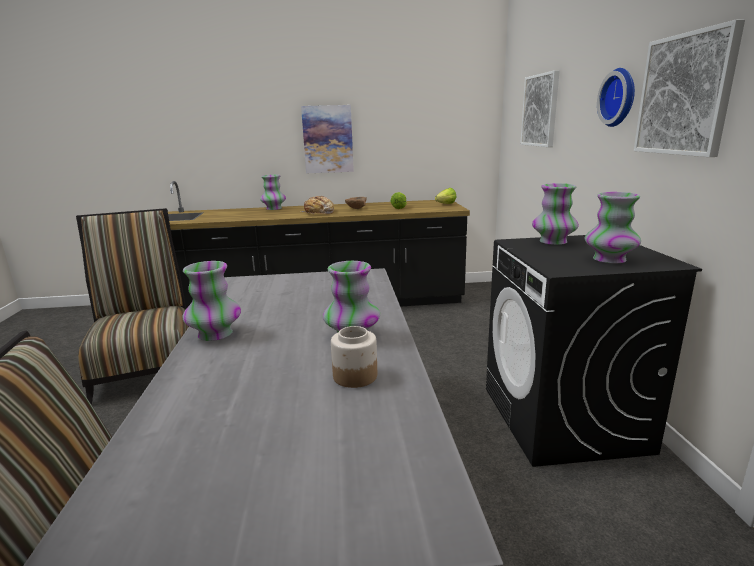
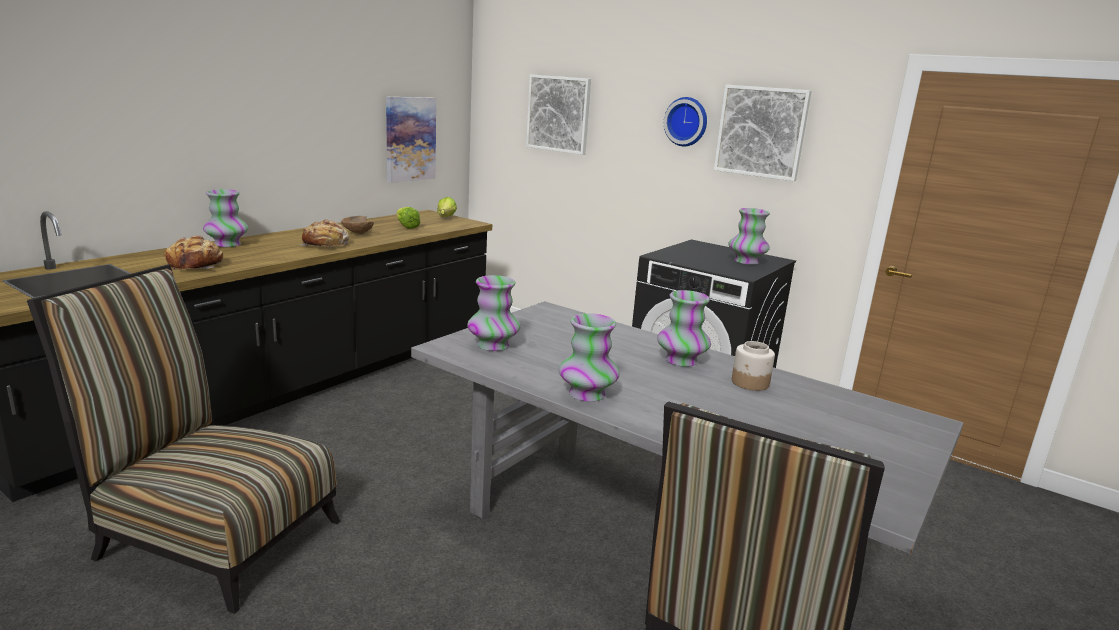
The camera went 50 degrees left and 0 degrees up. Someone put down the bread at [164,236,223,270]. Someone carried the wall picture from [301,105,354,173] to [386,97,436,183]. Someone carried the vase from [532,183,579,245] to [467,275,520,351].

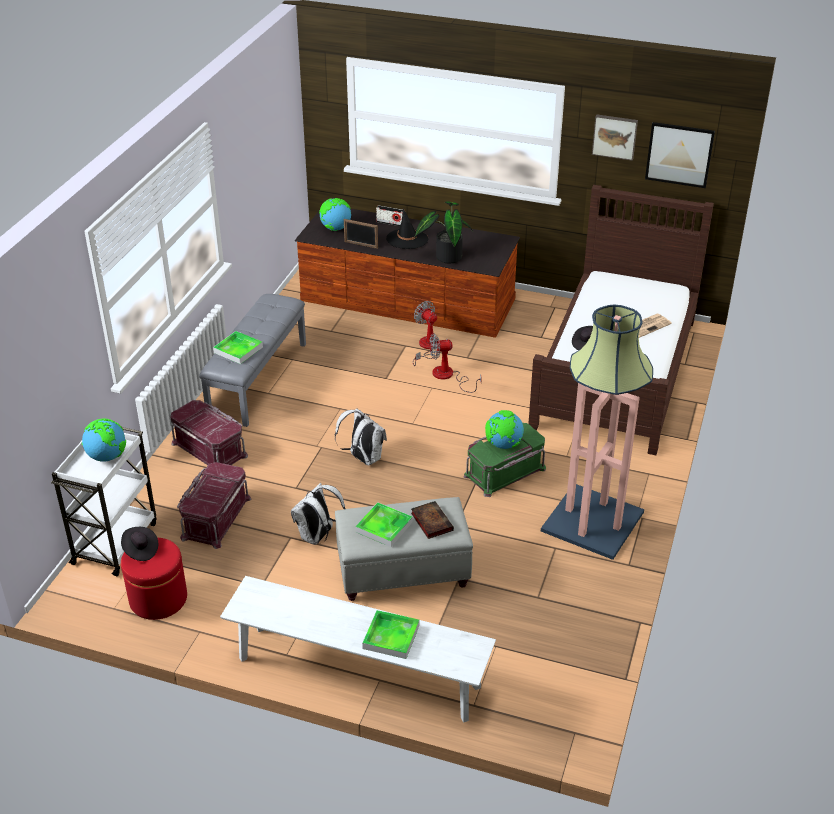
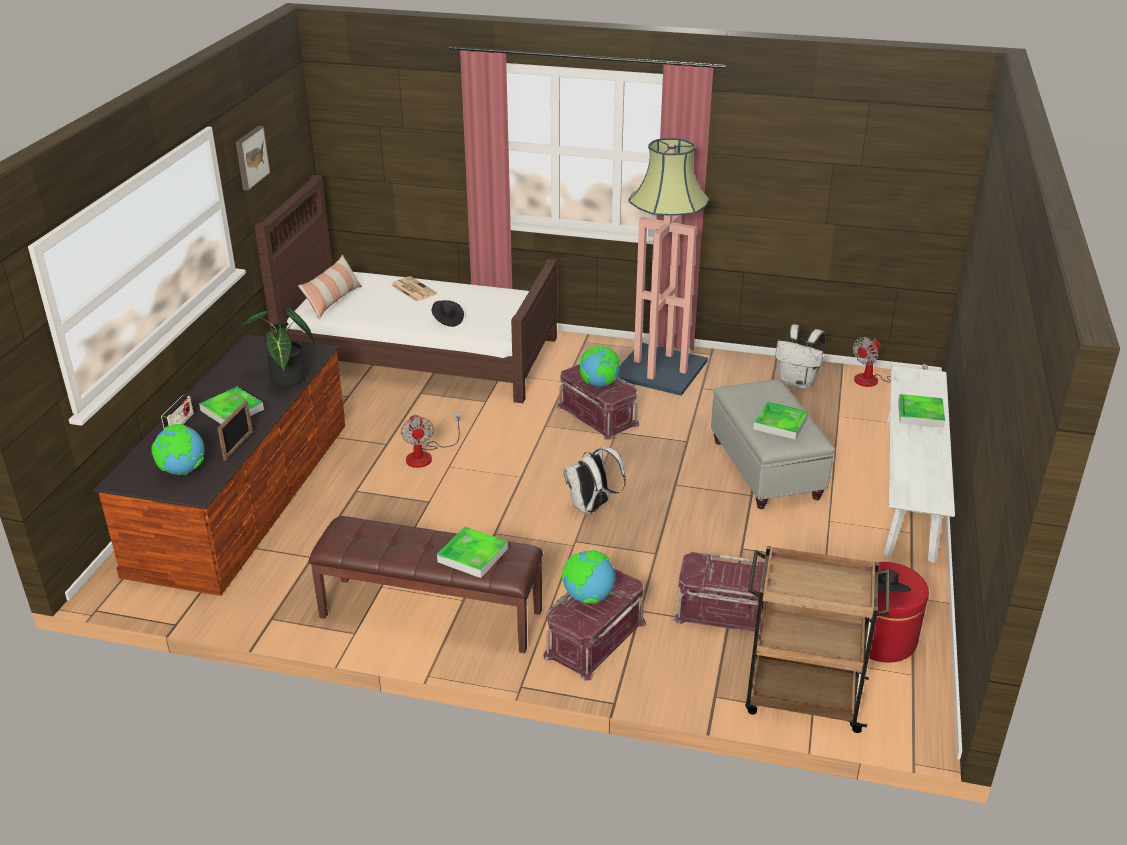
The camera went 95 degrees left and 5 degrees down. Someone took away the bound book at [411,501,454,539]. Someone took away the wall picture at [645,122,715,188]. Someone put down the pillow at [298,254,362,319]. Someone carried the desk globe from [82,419,126,462] to [562,550,615,604]. Someone carried the whitish knapsack from [291,483,346,545] to [775,324,826,389]. Someone carried the cooling fan from [413,301,437,366] to [853,337,928,387]. Someone swapped the blackish wearable hat at [386,208,428,249] for the carrying tray at [199,387,264,424]. Someone repainted the whitish cart at [51,427,157,576], which became the brownish cart at [745,545,890,733]. Someone repainted the gray bench at [199,294,306,427], which became the brownish bench at [309,516,543,653]. Someone repainted the green storage container at [464,423,546,497], which became the red-coloured storage container at [557,364,639,440].

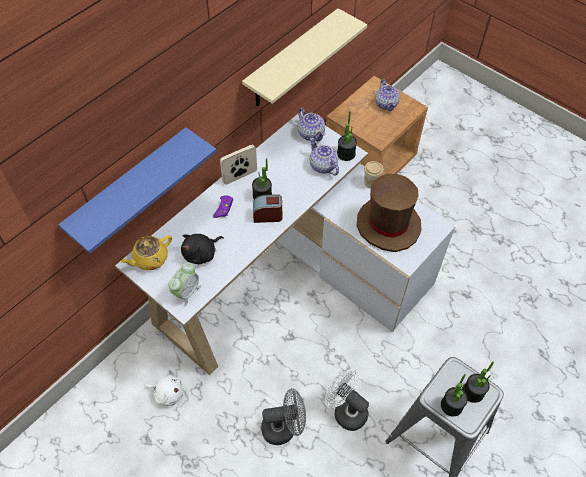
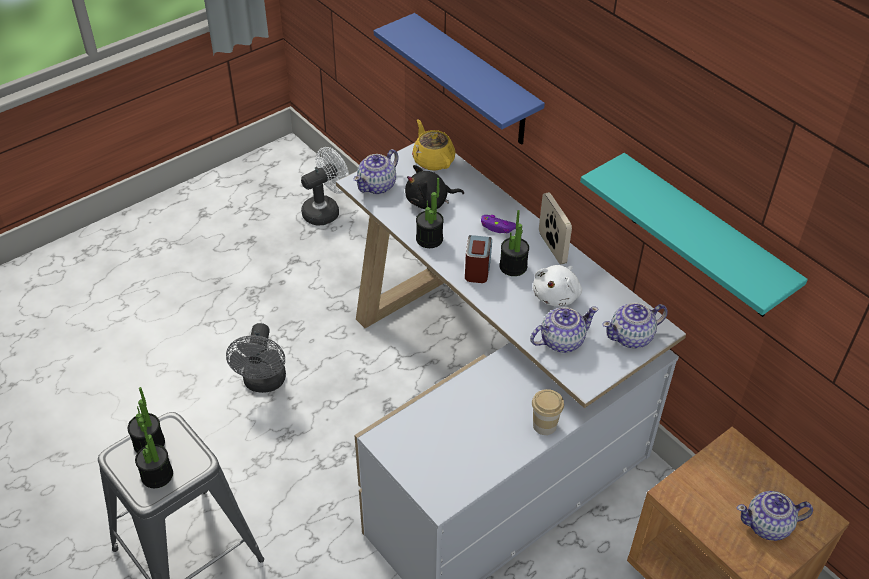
The camera went 100 degrees right and 10 degrees down. Someone took away the brownish wearable hat at [357,174,421,252]. Someone carried the whitish cuddly toy from [144,375,183,406] to [533,265,582,307]. Someone carried the whitish cooling fan from [325,369,369,431] to [301,147,349,225]. Someone carried the houseplant from [337,111,357,161] to [416,178,444,248]. Someone swapped the table clock at [168,263,201,307] for the pot for tea at [353,149,399,194]. Someone repainted the beige-coloured shelf at [242,8,367,106], which became the blue-green shelf at [580,153,808,317]. Someone rotated the blackish cuddly toy at [181,234,224,264] by 75 degrees counterclockwise.

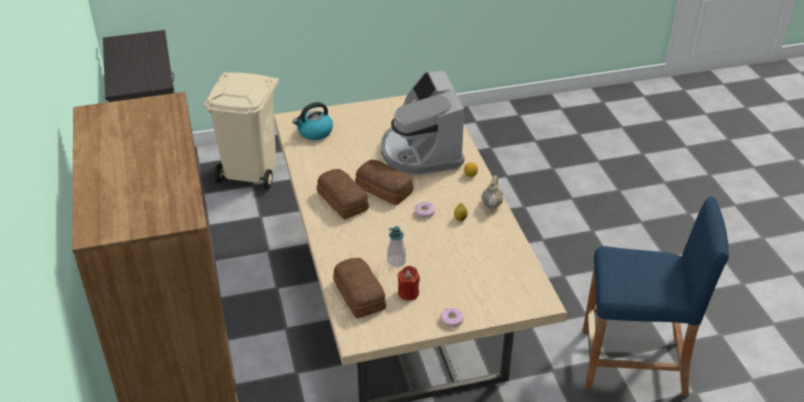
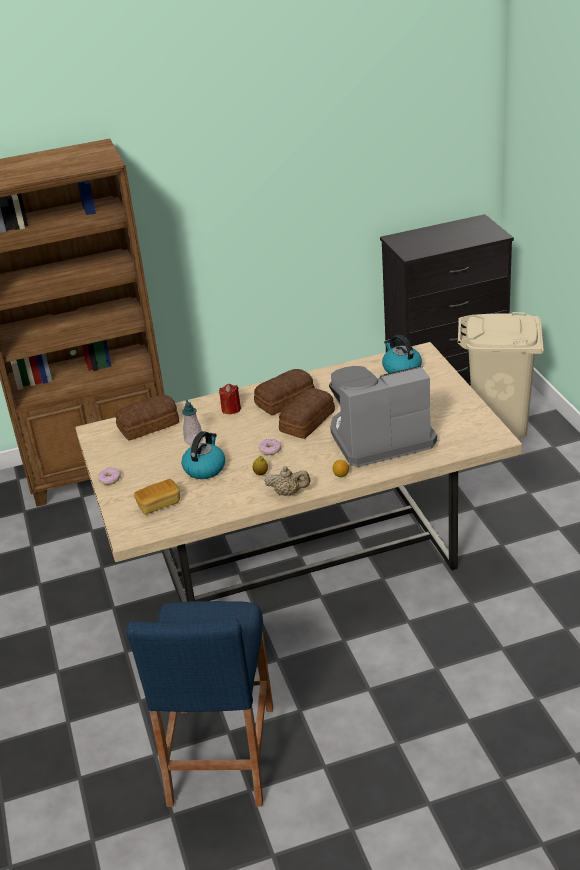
The camera went 90 degrees right and 5 degrees down. Someone put down the bread at [134,479,180,515]. Someone put down the kettle at [181,431,225,479]. Someone carried the red-coloured candle from [397,266,420,301] to [219,384,241,414].

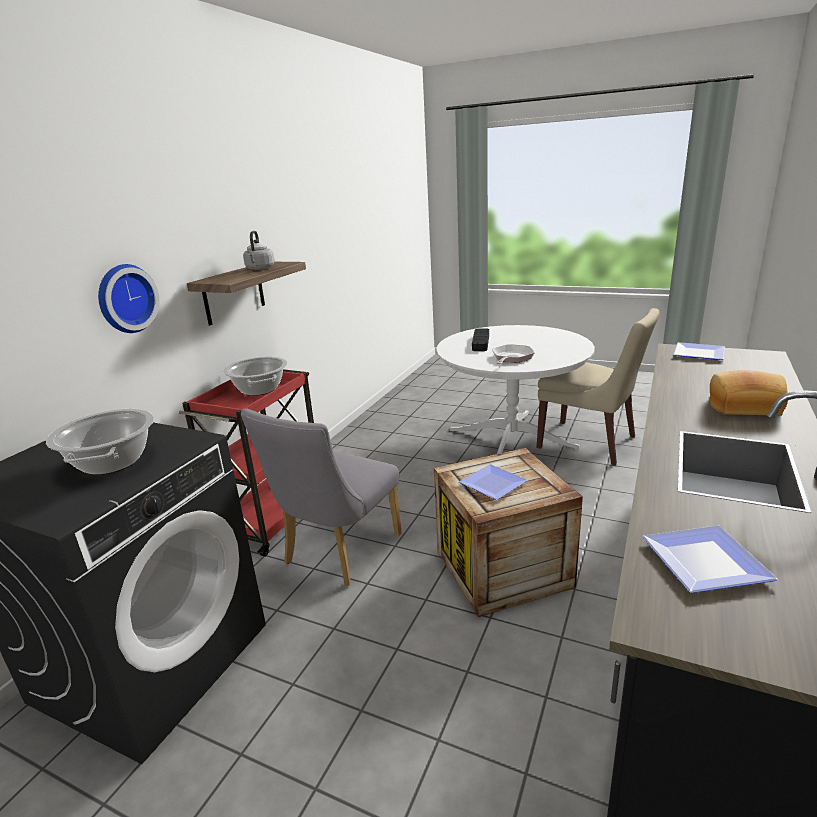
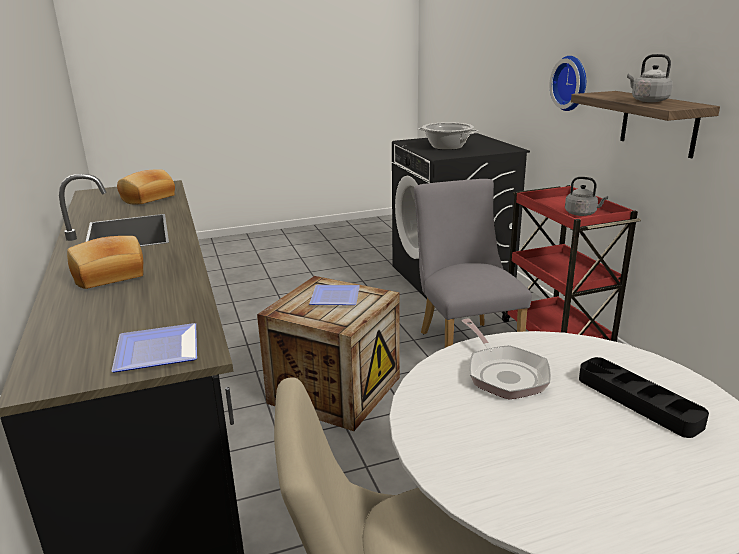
The camera went 135 degrees right and 0 degrees up. Someone swapped the cooking pot at [223,356,287,396] for the gray kettle at [565,177,608,216]. Someone swapped the plate at [642,525,778,593] for the bread at [117,170,175,204].

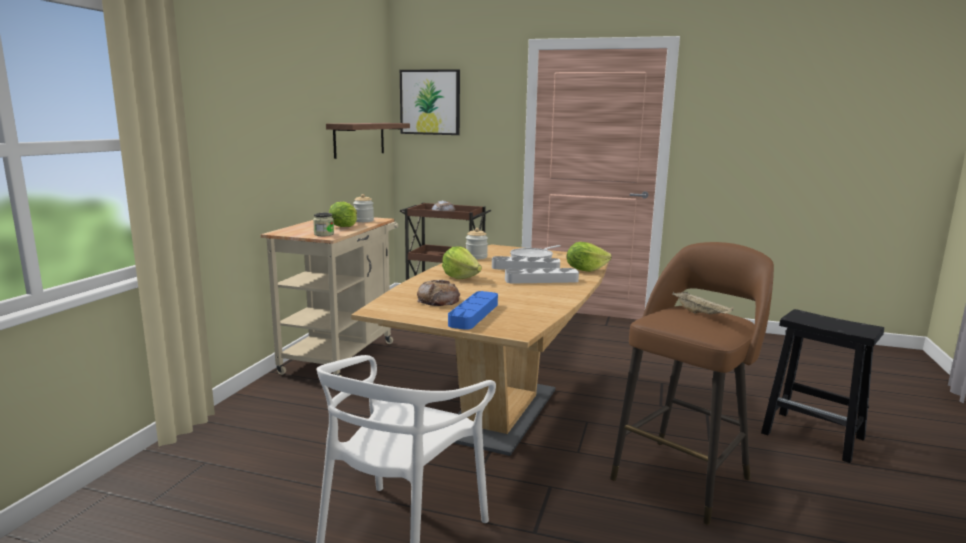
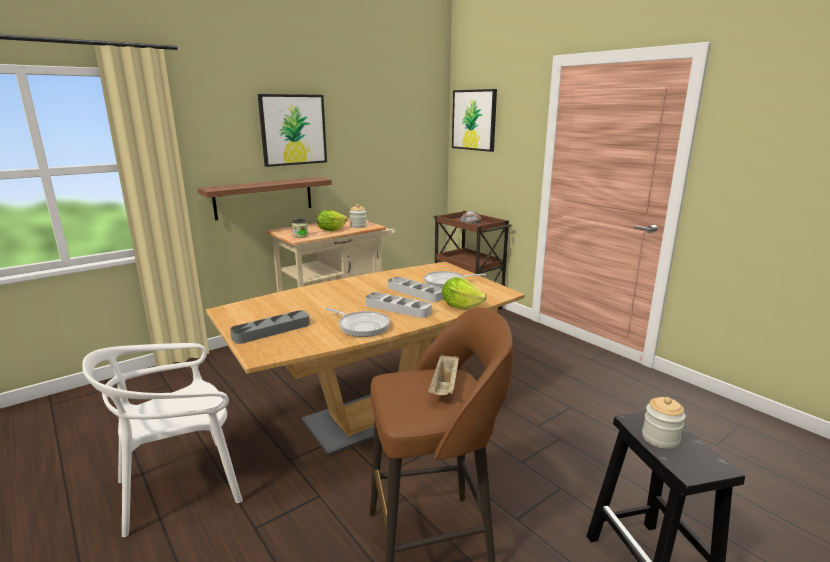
The camera went 35 degrees right and 5 degrees up. Someone took away the bread at [417,280,460,306]. Someone took away the lettuce head at [442,247,482,279]. Someone put up the wall picture at [258,94,327,167]. Someone put down the skillet at [325,307,390,337]. Someone carried the shelf from [326,123,410,159] to [198,177,332,220]. Someone carried the jar from [466,228,488,259] to [642,397,686,449]. Someone repainted the blue carrying tray at [448,291,498,330], which became the gray carrying tray at [230,310,310,344].

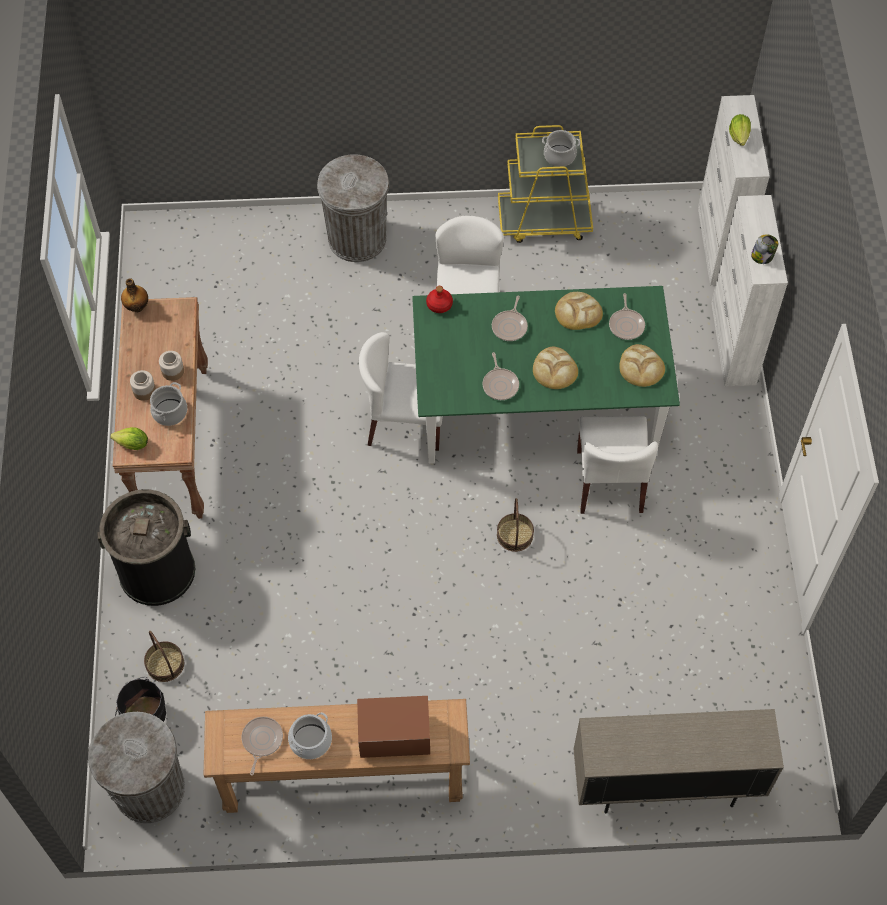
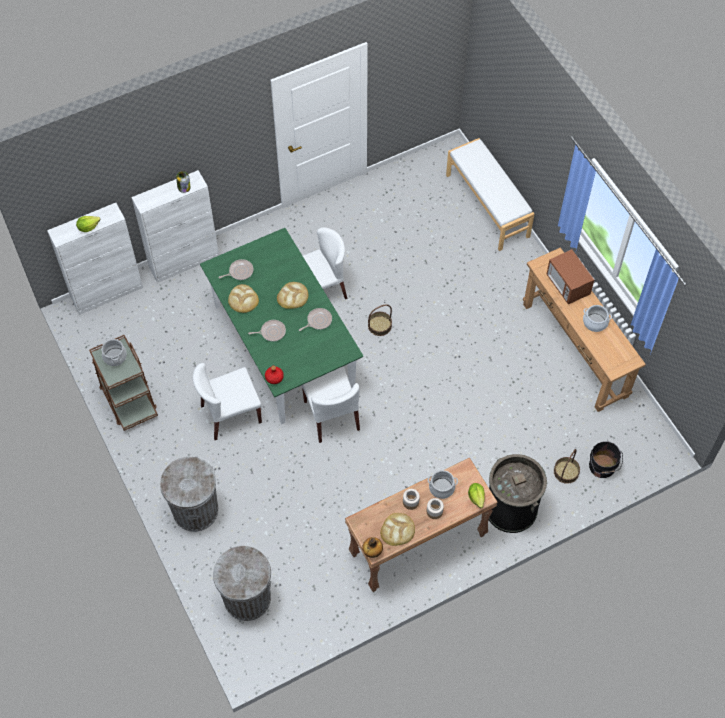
The camera went 115 degrees left and 0 degrees up. Someone took away the skillet at [241,717,283,776]. Someone carried the gray trash can from [88,712,185,823] to [213,546,271,621]. Someone carried the bread from [619,344,665,387] to [380,513,415,546]. Someone swapped the beige-coloured storage cabinet at [573,709,784,813] for the whitish bench at [446,138,535,251]. Someone repainted the yellow cart at [498,125,593,243], which became the brownish cart at [89,335,158,431].

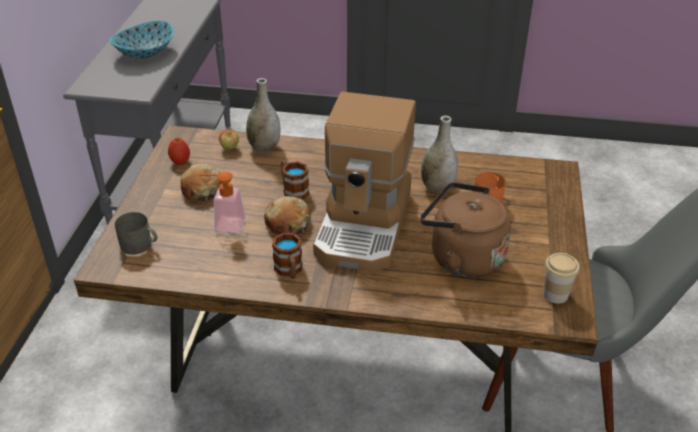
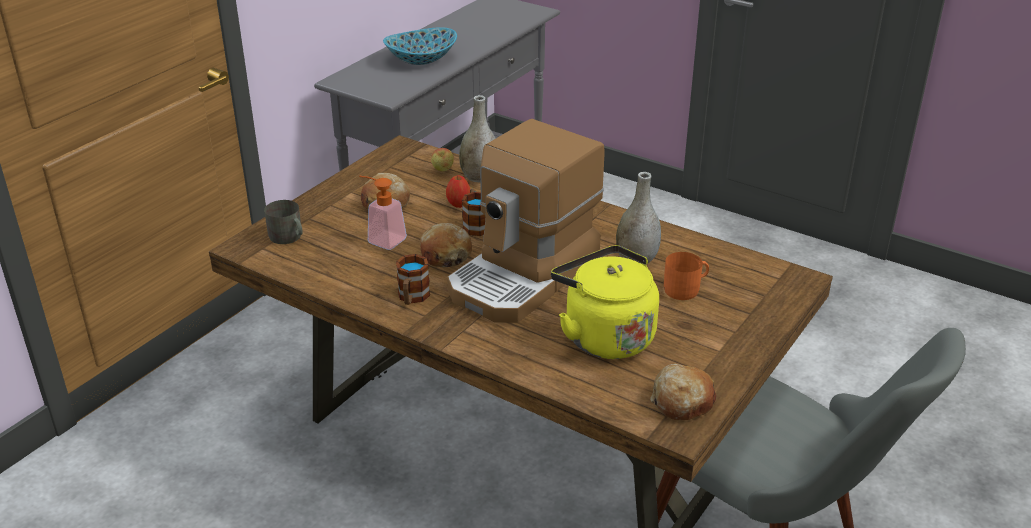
The camera went 25 degrees right and 5 degrees down. Someone carried the apple from [168,138,190,165] to [446,175,470,208]. Someone swapped the small cup at [543,253,579,303] for the bread at [650,364,716,420]. Someone repainted the brownish kettle at [421,182,511,278], which became the yellow kettle at [551,245,659,359].

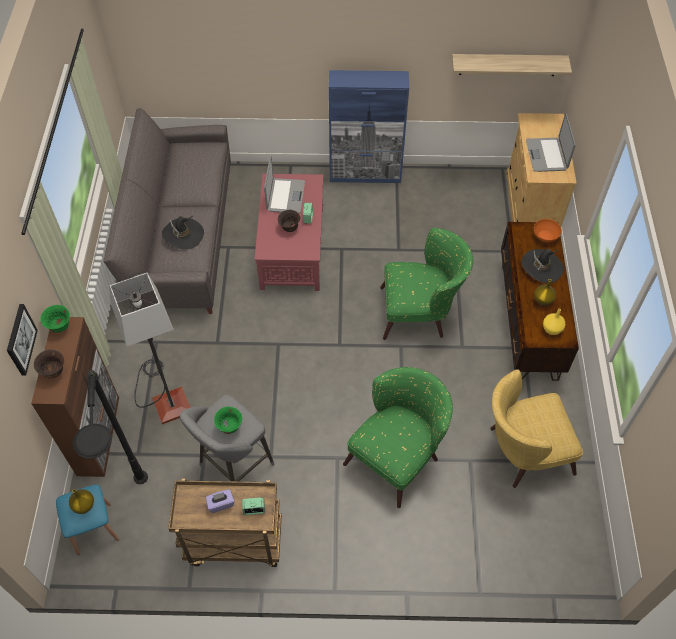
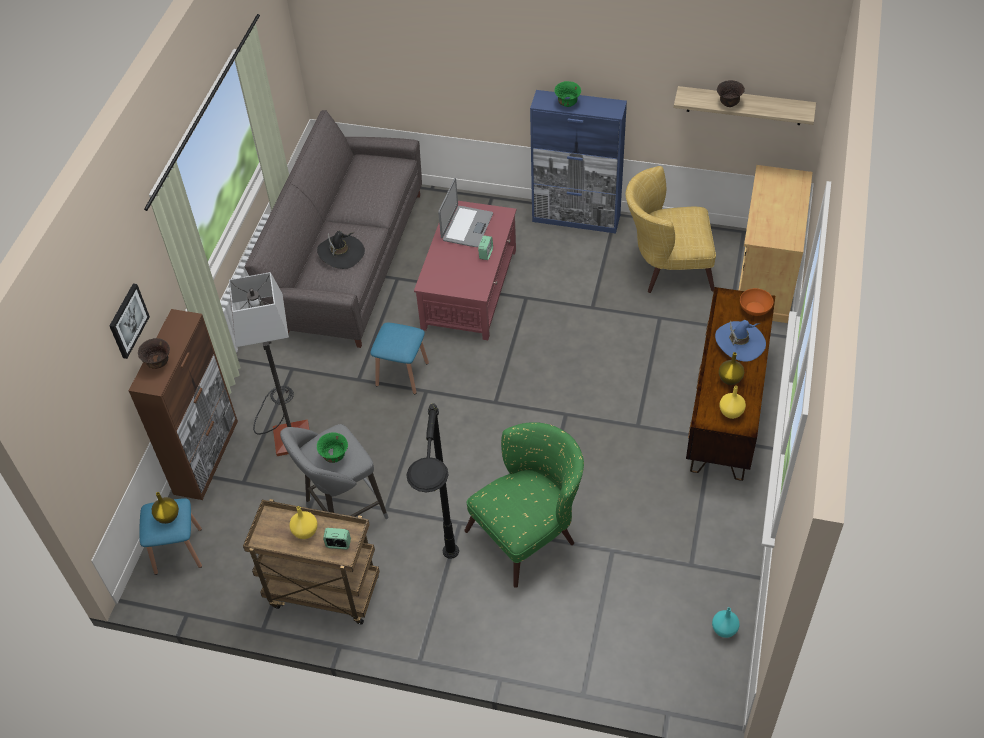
The camera went 15 degrees right and 5 degrees down. Someone took away the green lounge chair at [380,228,473,340]. Someone took away the notebook computer at [526,113,576,172]. Someone put down the blue sitting stool at [371,323,429,394]. Someone put down the blue-green vase at [712,607,740,638]. Someone carried the green bowl from [40,305,70,333] to [554,81,581,107]. Someone carried the blackish standing lamp from [73,370,148,484] to [407,403,459,559]. Someone carried the brownish bowl from [278,210,300,232] to [717,80,745,107]. Someone carried the yellow lounge chair from [490,369,583,488] to [626,166,716,293]. Someone swapped the purple box of tissues at [206,489,234,513] for the yellow vase at [289,506,318,539]. Someone repainted the blackish wearable hat at [521,249,564,283], which became the blue wearable hat at [715,320,766,362].

